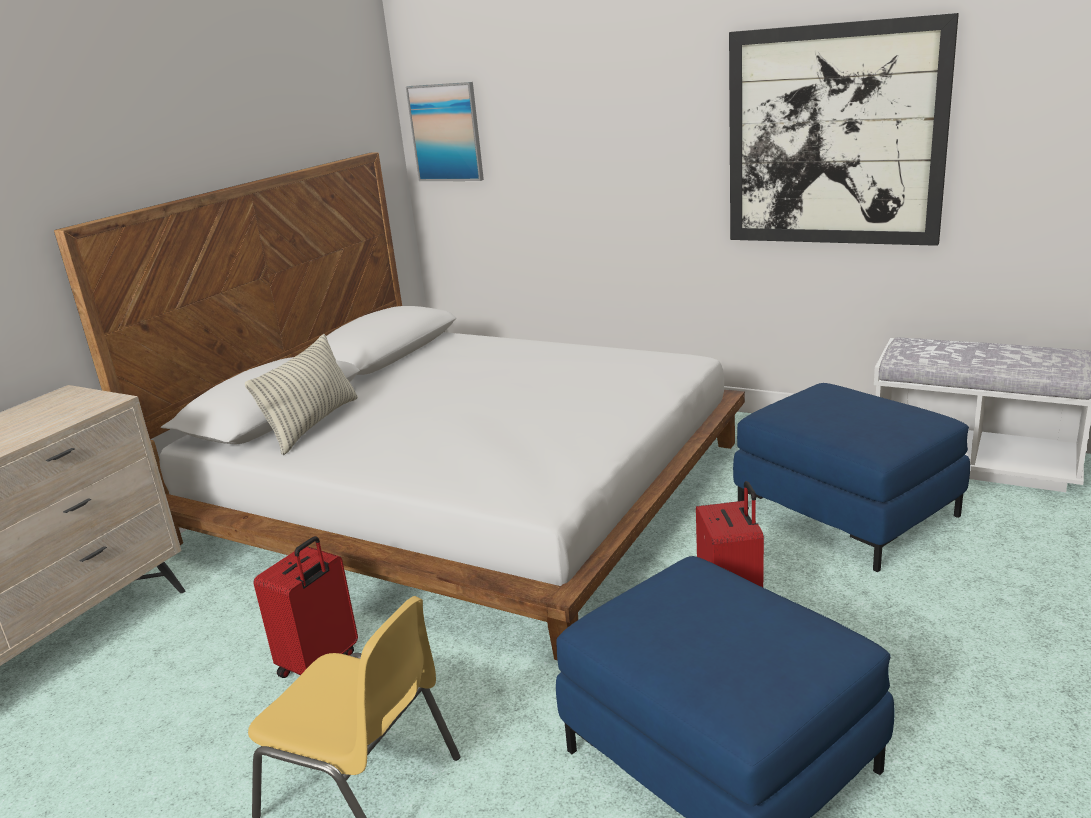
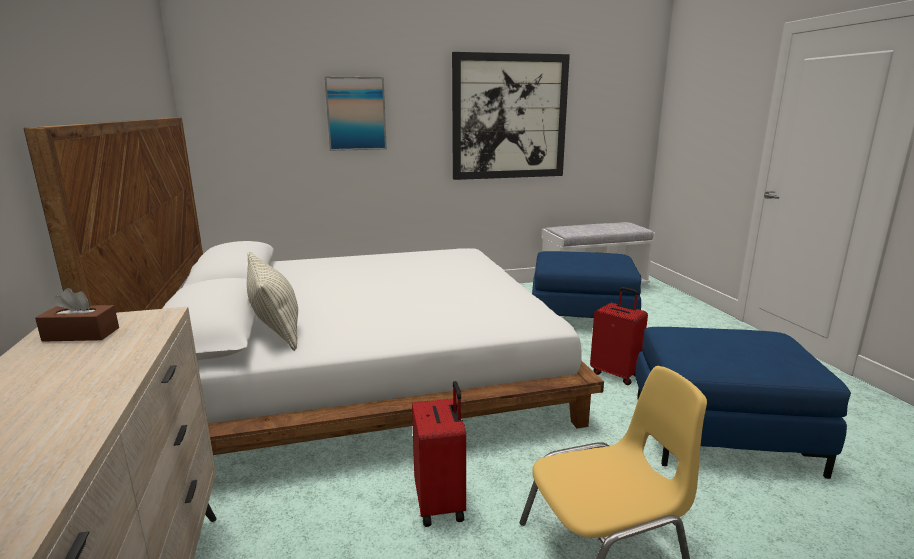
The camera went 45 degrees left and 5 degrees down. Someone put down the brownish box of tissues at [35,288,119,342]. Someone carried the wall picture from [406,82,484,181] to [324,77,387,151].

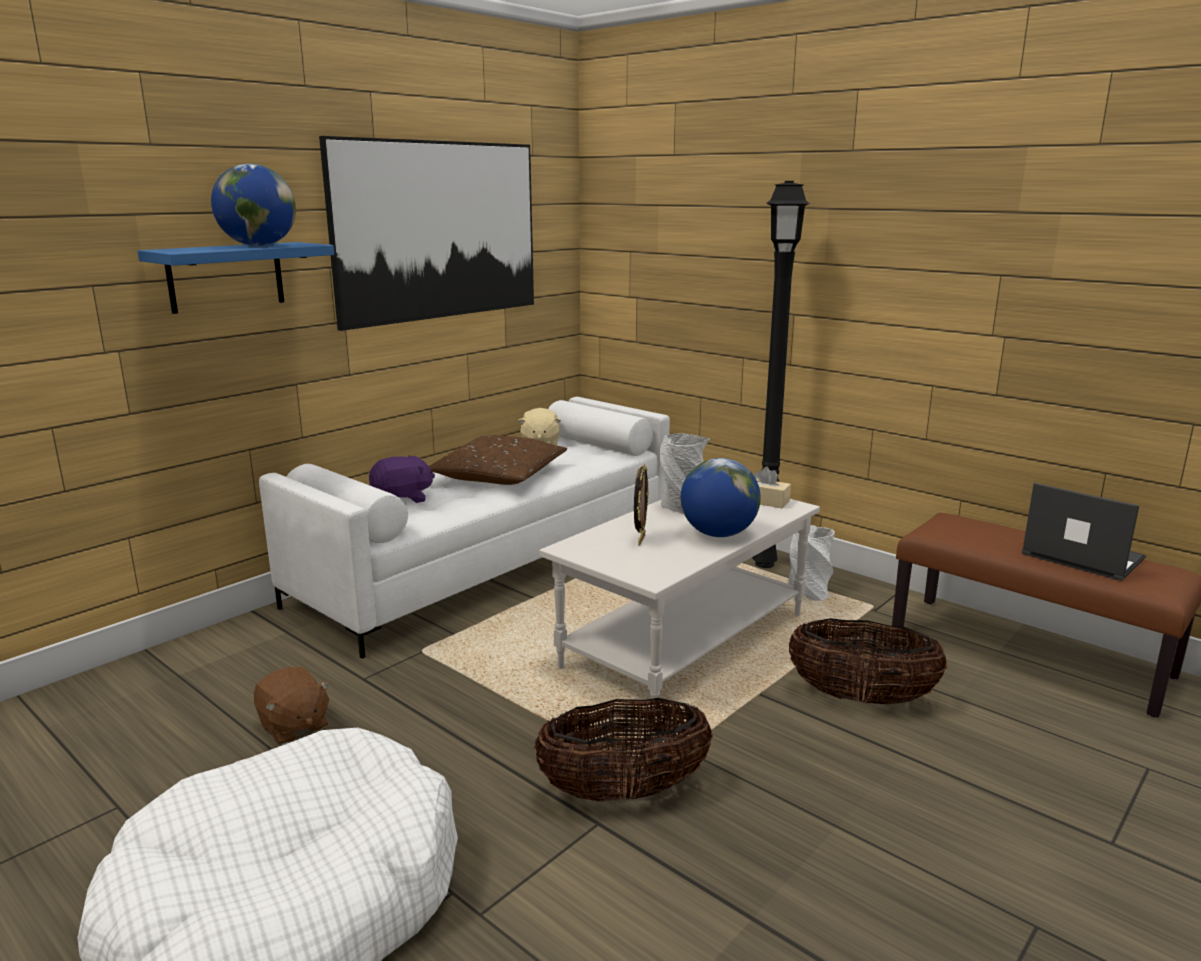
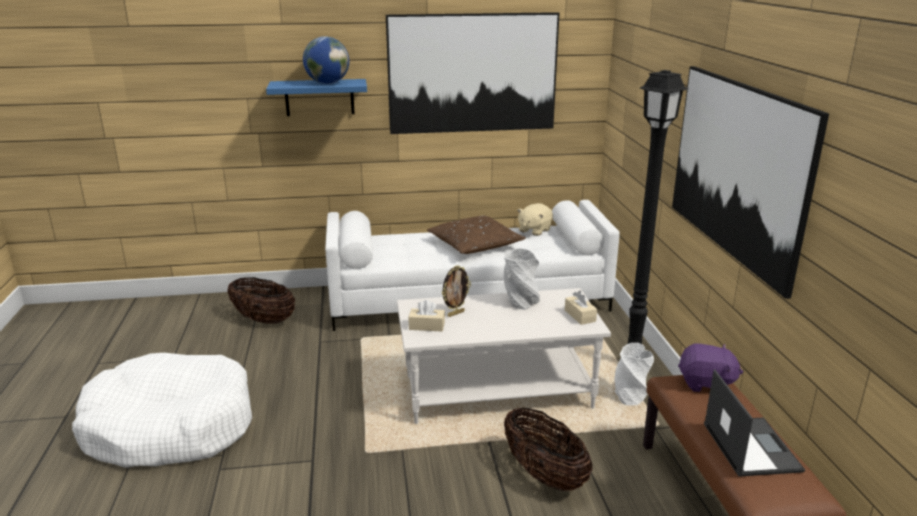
The camera went 40 degrees right and 5 degrees up. Someone took away the brownish cuddly toy at [254,667,331,745]. Someone took away the desk globe at [681,458,761,537]. Someone put down the beige-coloured box of tissues at [409,300,445,331]. Someone put up the wall picture at [672,66,829,299]. Someone carried the purple cuddly toy from [369,455,435,503] to [678,343,743,392]. Someone carried the storage basket from [534,698,713,801] to [227,277,295,324].

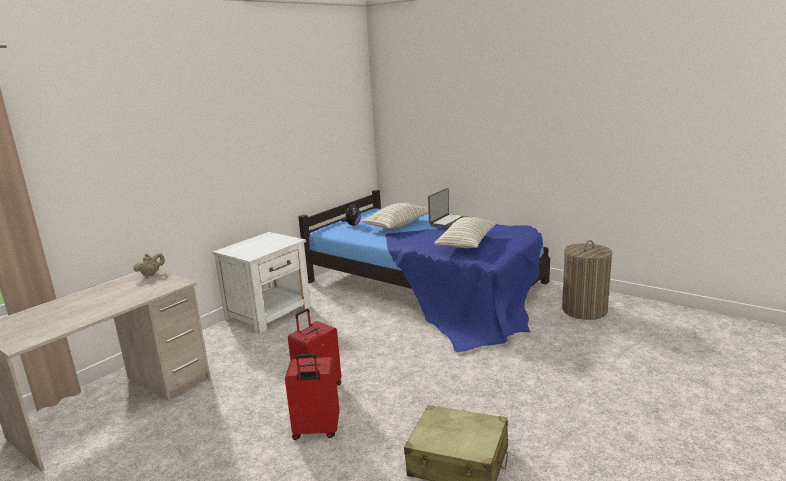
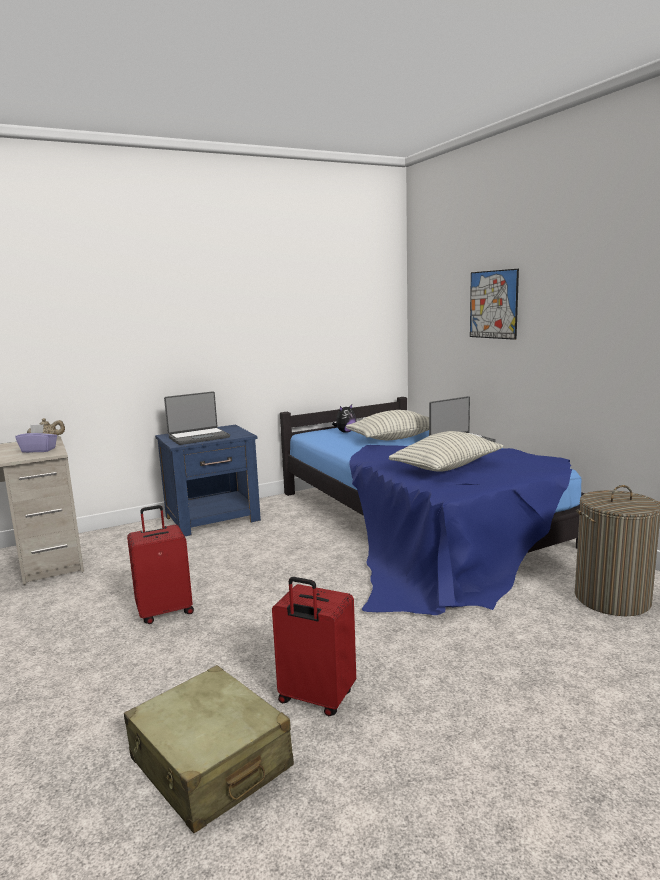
The camera went 25 degrees right and 5 degrees down. Someone put down the purple box of tissues at [15,424,57,453]. Someone put down the notebook computer at [164,391,230,445]. Someone put up the wall picture at [470,269,519,340]. Someone carried the red-coloured travel case from [285,354,340,440] to [272,577,356,716]. Someone repainted the whitish night table at [213,232,311,333], which became the blue night table at [155,425,261,536].

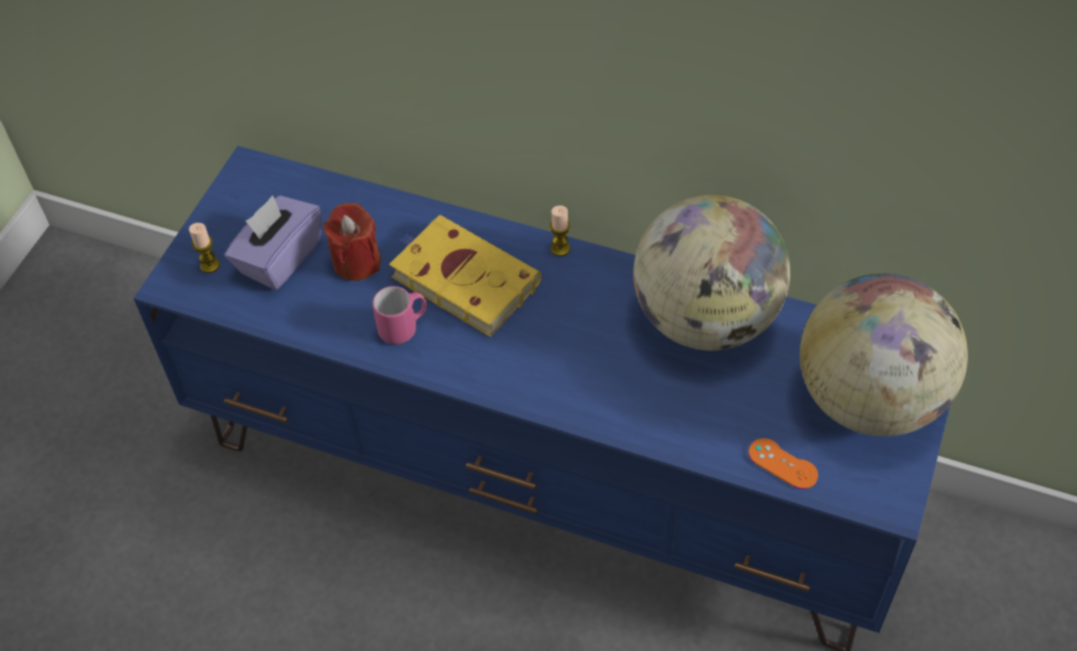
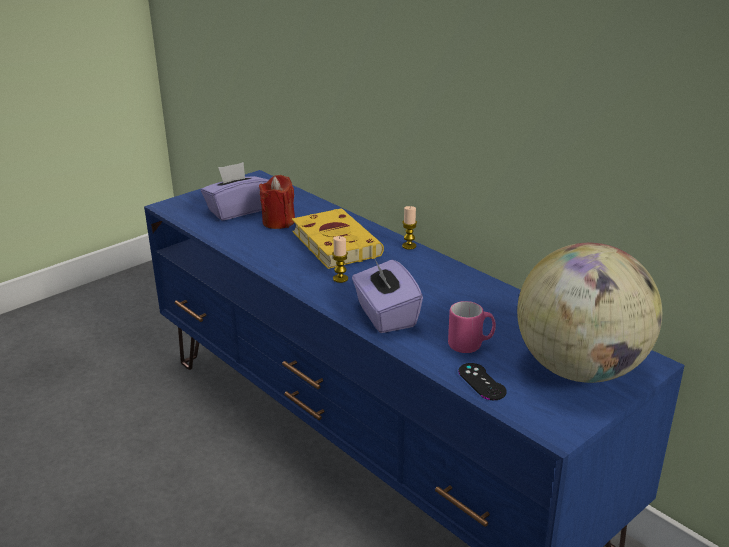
The camera went 25 degrees right and 25 degrees down. Someone took away the desk globe at [633,195,790,351]. Someone put down the purple box of tissues at [352,258,423,333]. Someone carried the candle from [189,223,220,273] to [332,236,348,283]. Someone carried the pinkish mug from [372,286,427,344] to [448,301,496,353]. Someone repainted the orangey gamepad at [749,438,818,489], which became the blackish gamepad at [458,363,507,400].

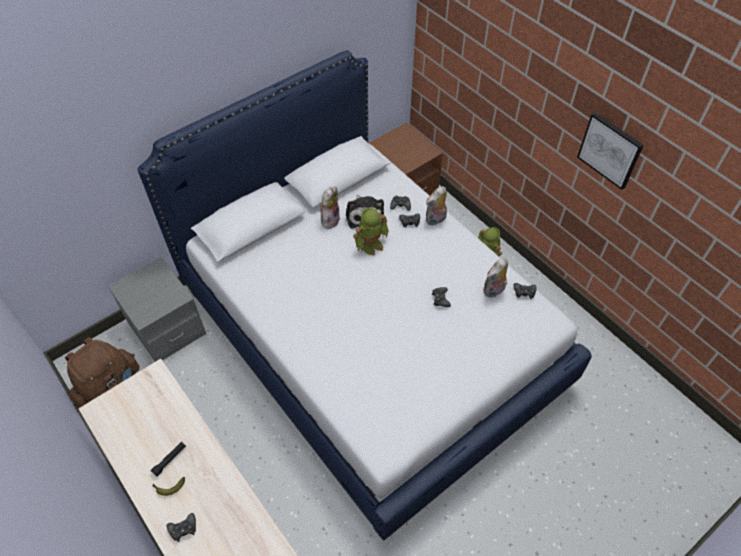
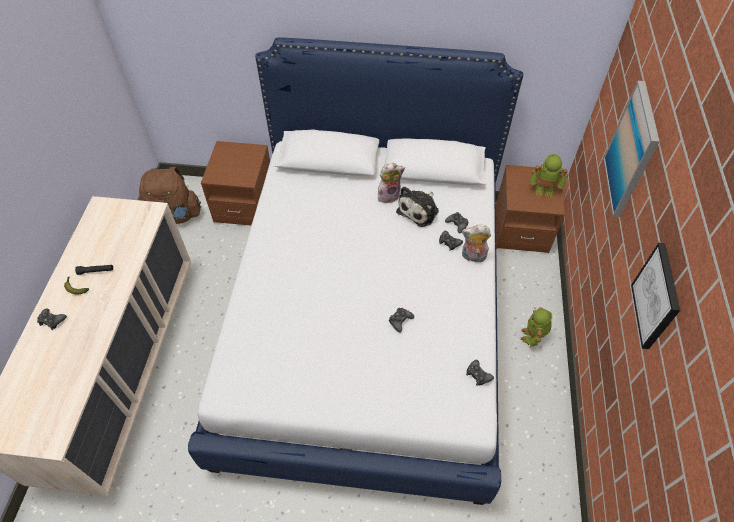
The camera went 45 degrees right and 0 degrees up. Someone took away the cuddly toy at [483,258,508,297]. Someone put up the wall picture at [604,81,660,217]. Someone carried the toy robot from [353,208,389,256] to [529,154,568,199]. Someone repainted the gray night table at [108,257,206,362], which became the brownish night table at [201,141,270,226].

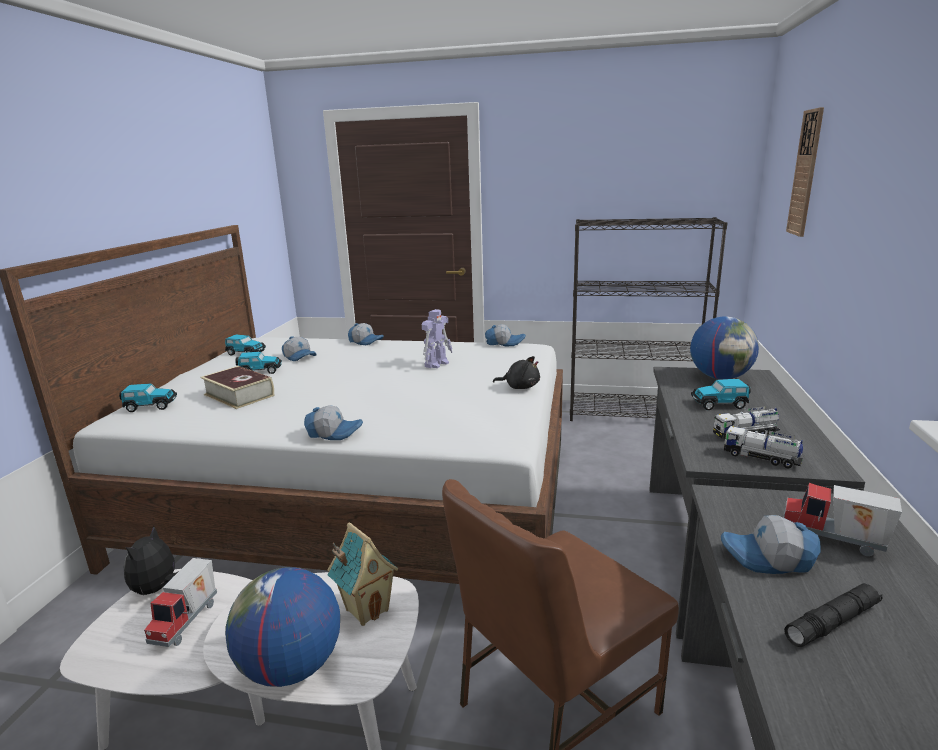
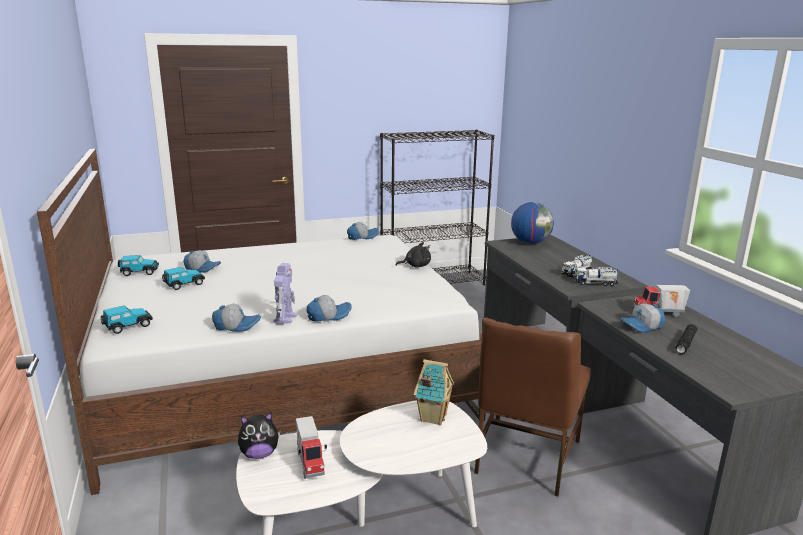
The camera went 30 degrees left and 0 degrees up. Someone took away the bound book at [200,366,274,409]. Someone took away the desk globe at [225,567,340,687]. Someone took away the toy car at [691,379,751,410]. Someone took away the clock on the wall at [786,107,824,237]. Someone carried the cap from [348,323,384,345] to [212,304,261,332]. Someone carried the toy robot from [422,309,452,368] to [274,263,297,324]. Someone rotated the cuddly toy at [124,526,179,595] by 90 degrees counterclockwise.

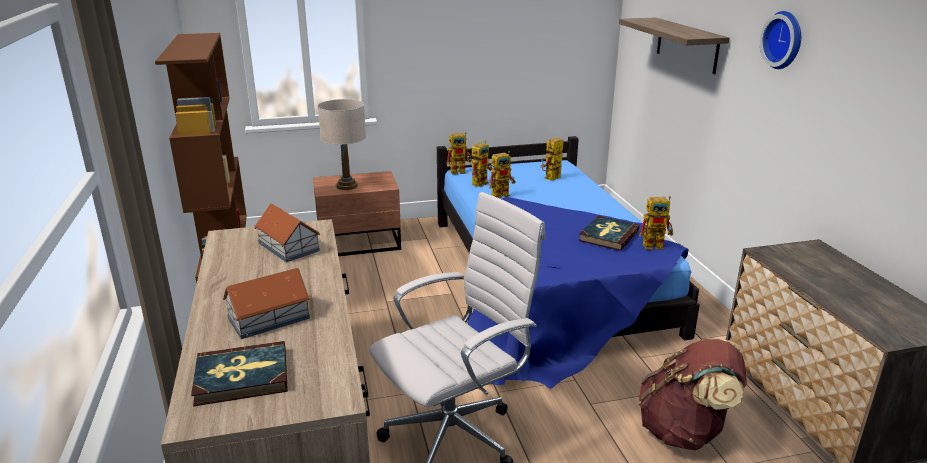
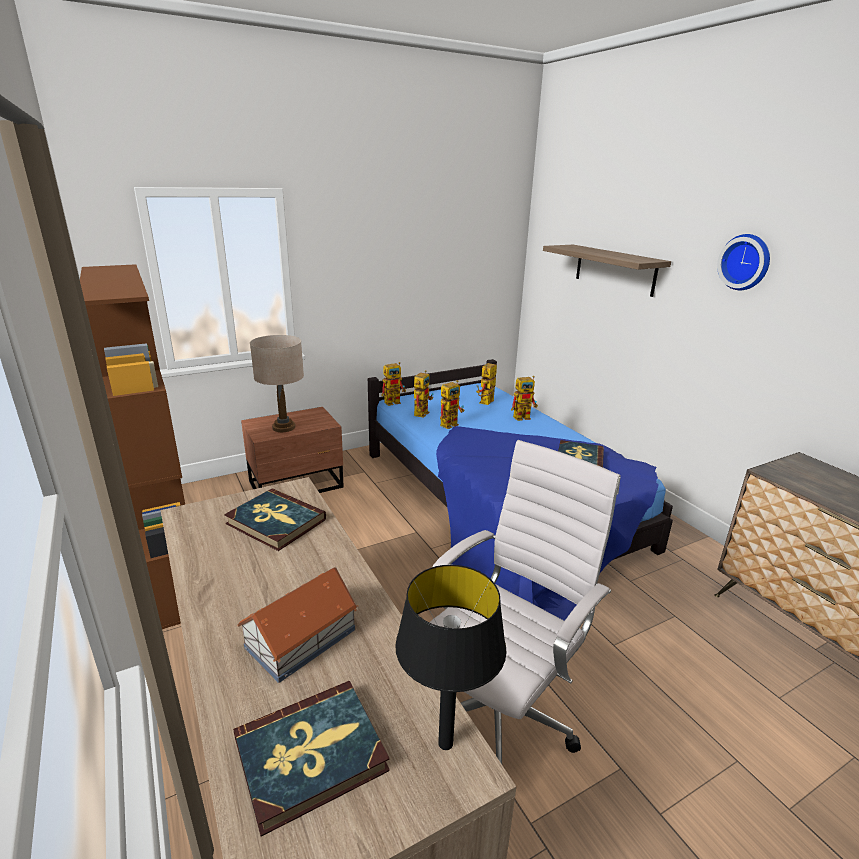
The camera went 15 degrees left and 0 degrees up. Someone took away the brownish knapsack at [639,338,747,450]. Someone put down the blackish lamp for a table at [395,565,506,750]. Someone carried the toy robot from [639,196,673,250] to [511,376,538,421]. Someone swapped the miniature house at [255,203,320,262] for the bound book at [224,489,326,551].

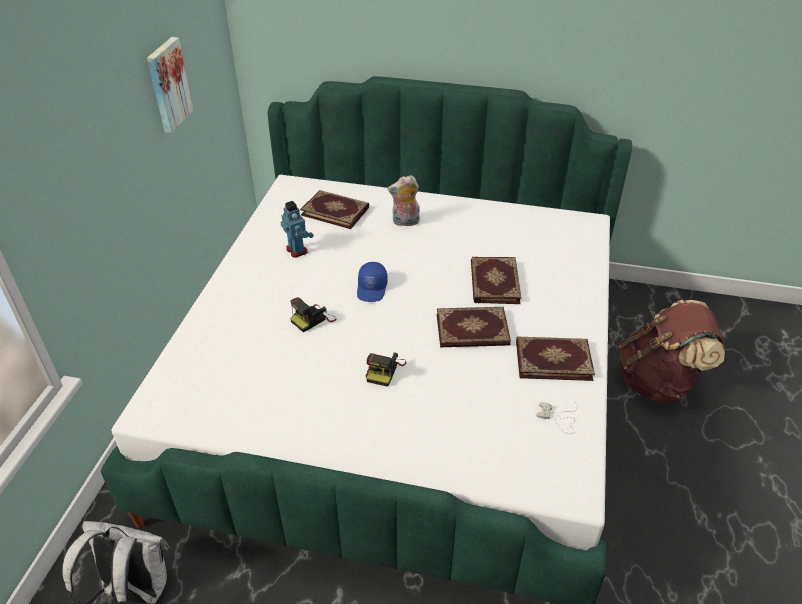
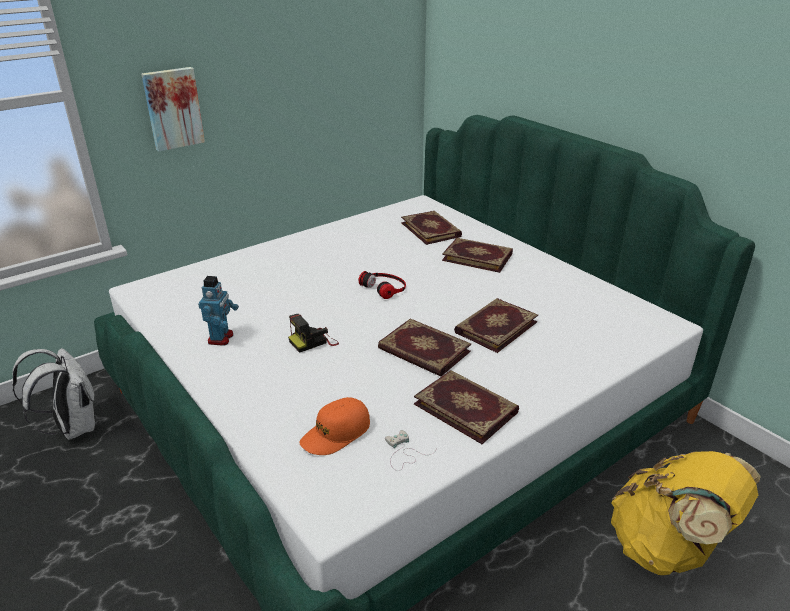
The camera went 40 degrees right and 10 degrees down. Someone took away the photo camera at [290,297,337,332]. Someone put down the orangey cap at [300,397,370,455]. Someone carried the wall picture from [147,37,193,133] to [141,67,205,151]. Someone carried the toy robot from [281,201,314,258] to [198,276,239,346]. Someone swapped the blue cap at [357,262,388,302] for the headset at [358,271,406,299]. Someone swapped the cuddly toy at [388,175,420,226] for the bound book at [442,238,513,273]. Someone repainted the brownish knapsack at [619,300,725,403], which became the yellow knapsack at [611,451,761,575].

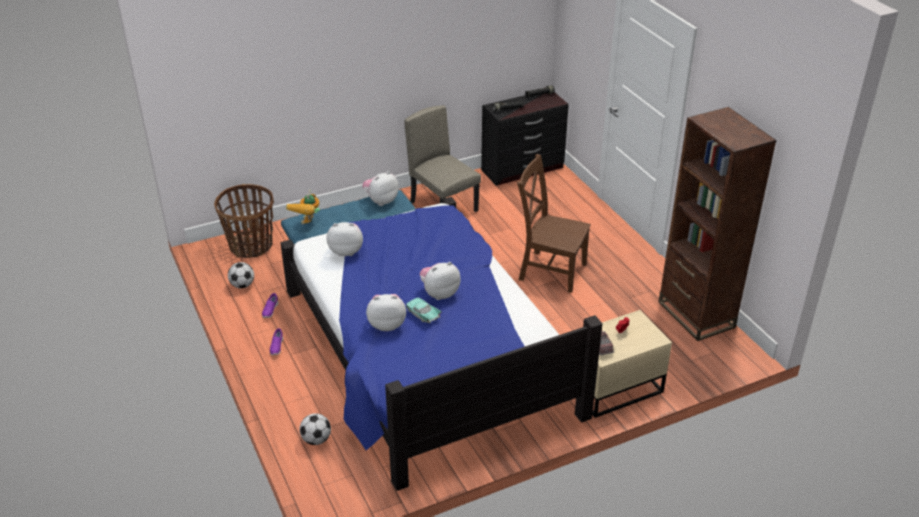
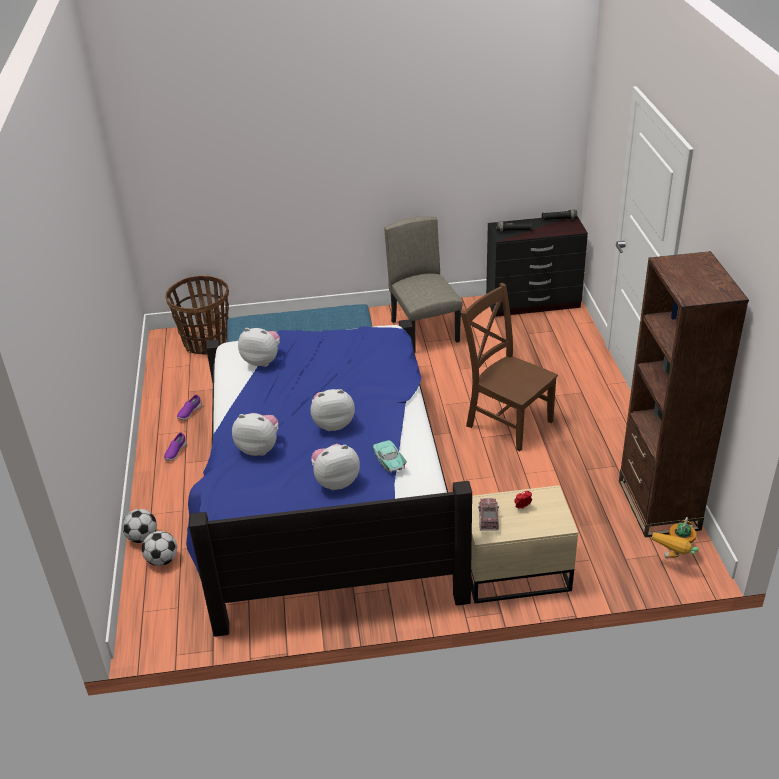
The camera went 20 degrees right and 0 degrees up. Someone carried the football ball from [228,262,254,288] to [122,509,157,543]. Someone carried the toy robot from [286,190,320,225] to [651,517,699,559]. Someone carried the cuddly toy from [362,171,399,206] to [311,444,360,490]. Someone carried the blue-green toy car from [406,298,442,323] to [373,440,407,473].

